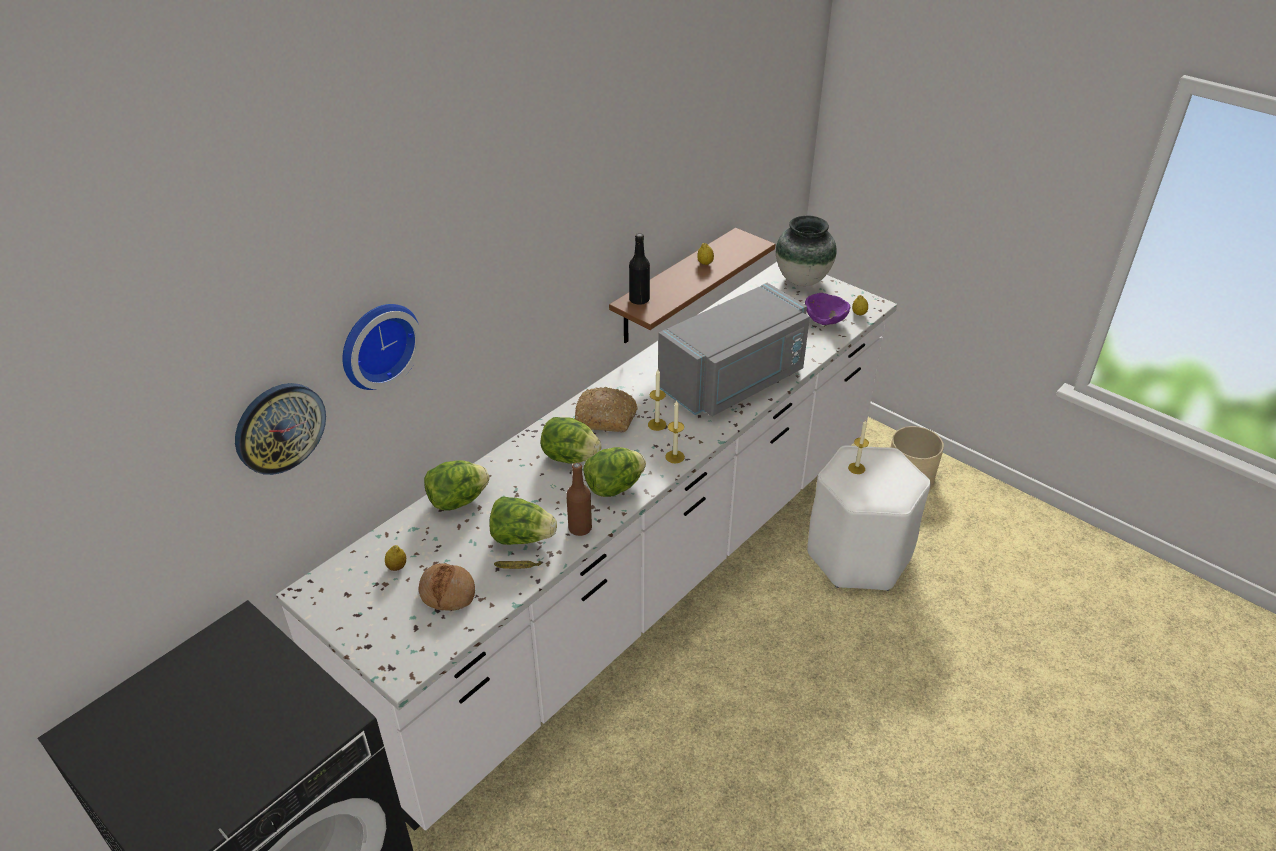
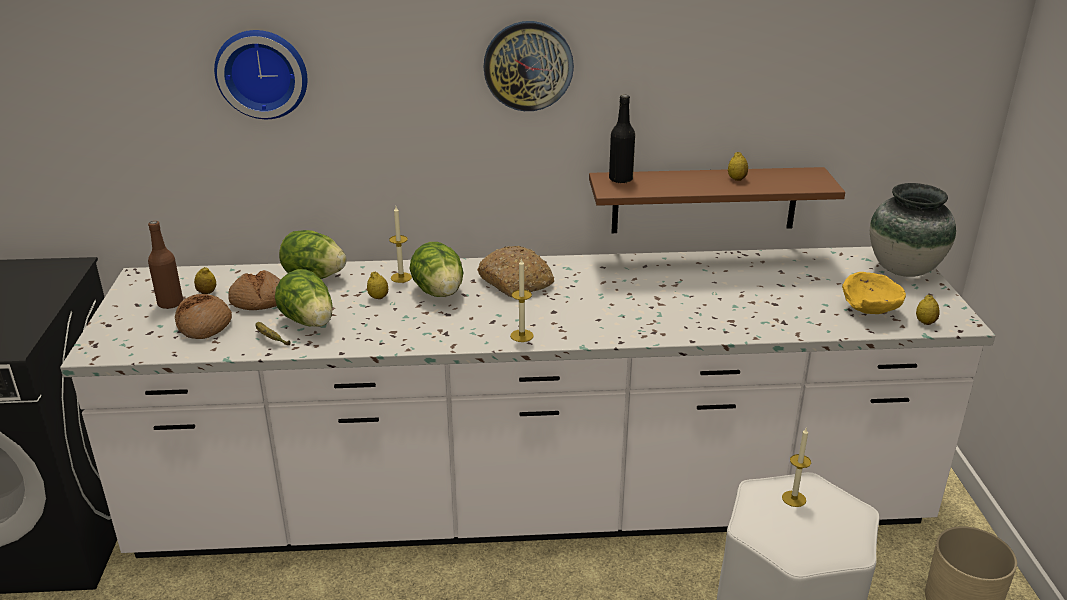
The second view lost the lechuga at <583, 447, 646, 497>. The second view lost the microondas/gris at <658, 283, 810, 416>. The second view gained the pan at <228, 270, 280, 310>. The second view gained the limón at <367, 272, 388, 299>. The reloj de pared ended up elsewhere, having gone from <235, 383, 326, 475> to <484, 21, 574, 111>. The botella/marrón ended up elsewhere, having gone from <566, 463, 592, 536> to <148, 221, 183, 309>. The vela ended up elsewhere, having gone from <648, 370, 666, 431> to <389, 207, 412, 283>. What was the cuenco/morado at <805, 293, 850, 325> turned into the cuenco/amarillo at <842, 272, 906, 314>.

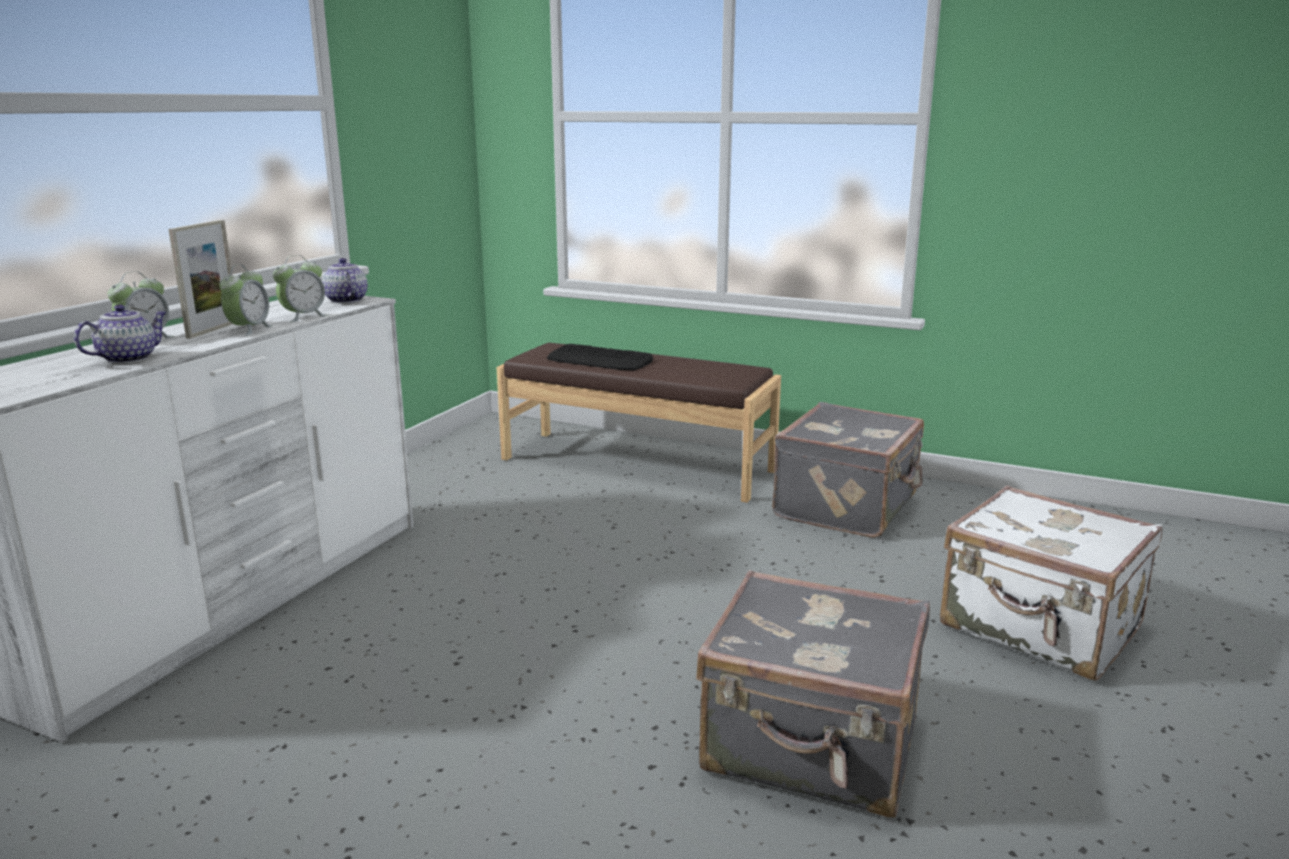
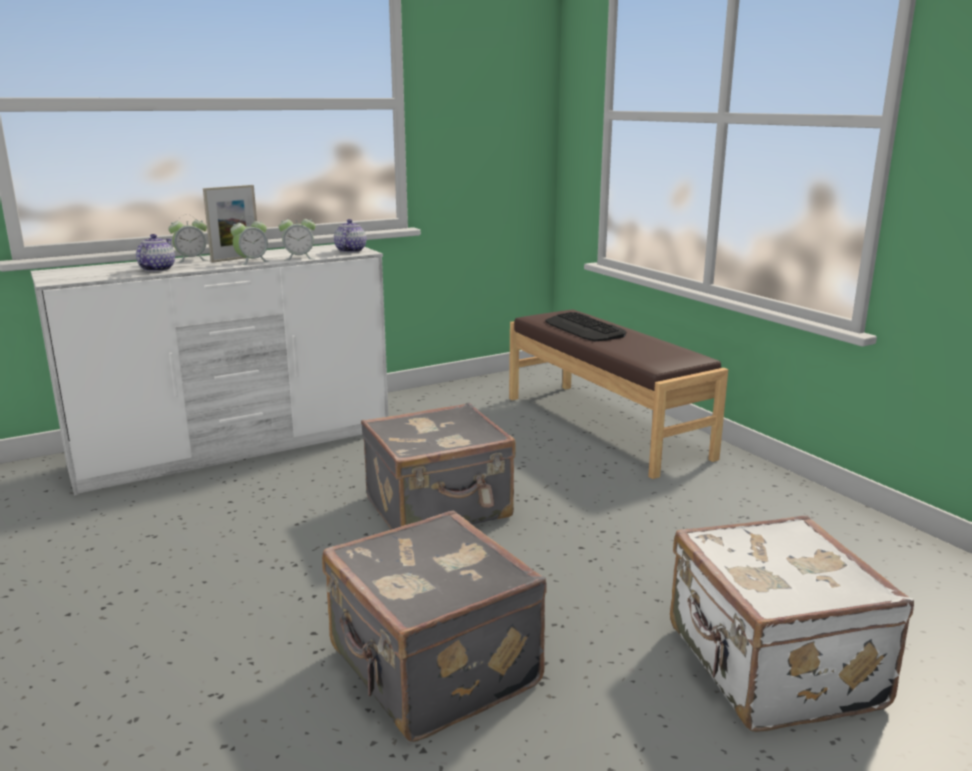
The maleta/gris ended up elsewhere, having gone from <772, 402, 924, 538> to <361, 402, 516, 530>. The tetera at <74, 305, 167, 363> ended up facing another way, 60 degrees counterclockwise from before.

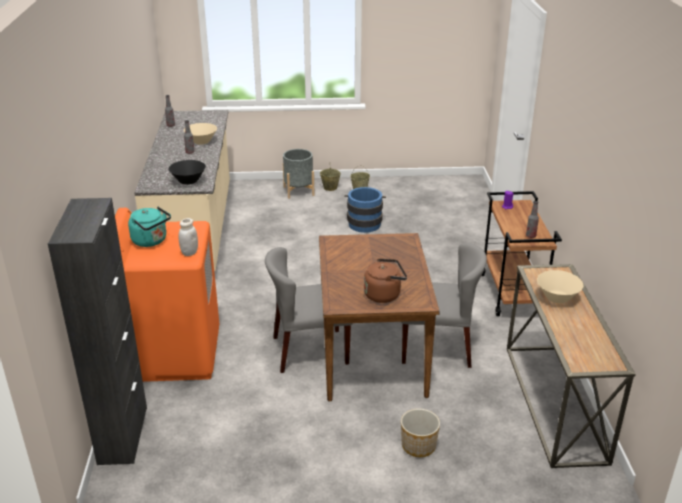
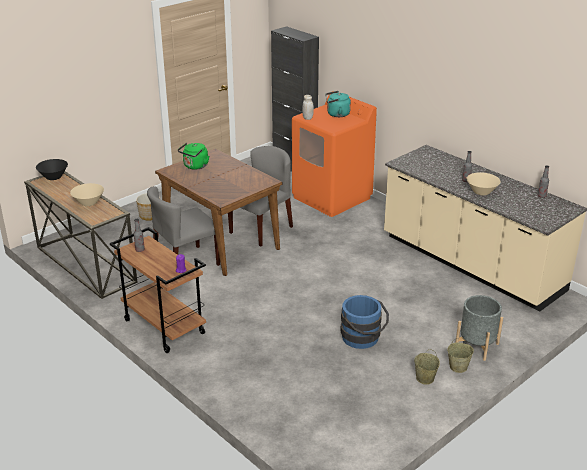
The cuenco/negro ended up elsewhere, having gone from <169, 160, 206, 185> to <36, 159, 68, 180>. What was the hervidor/marrón at <364, 259, 407, 303> turned into the hervidor/verde at <178, 143, 209, 170>.

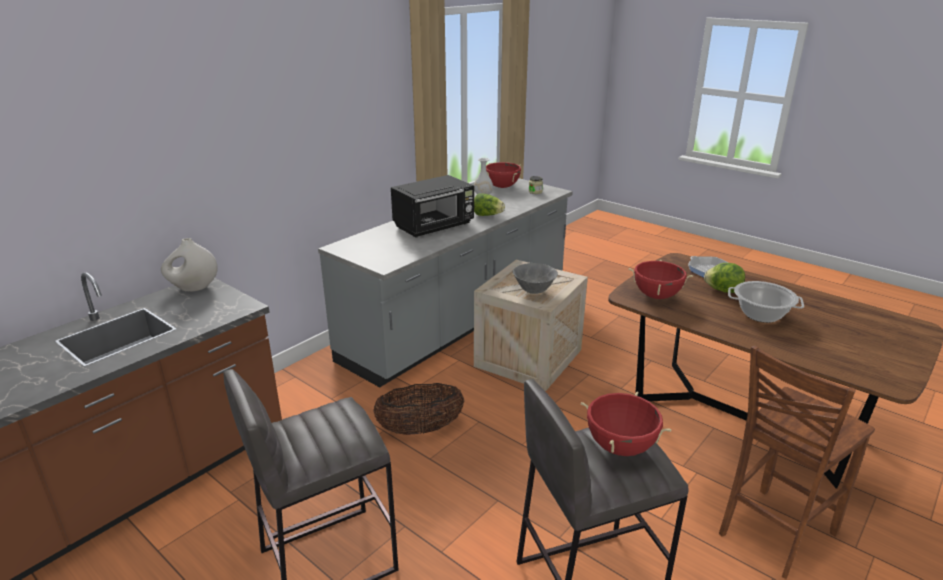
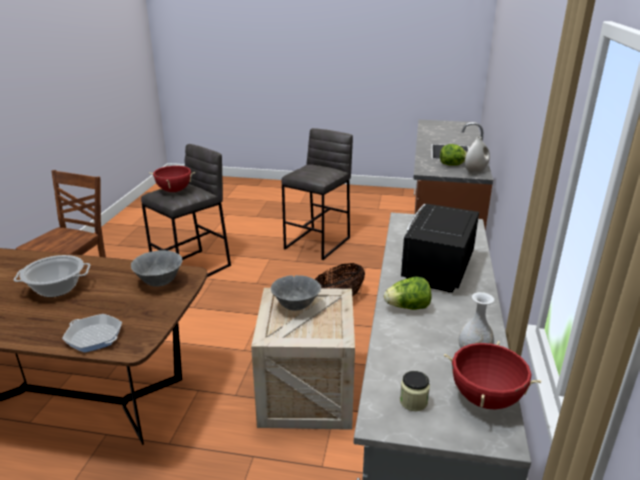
The lechuga ended up elsewhere, having gone from <704, 263, 745, 293> to <440, 144, 467, 166>. Where the olla/rojo stood at <628, 260, 693, 299>, the cuenco/gris came to stand at <131, 250, 183, 287>.

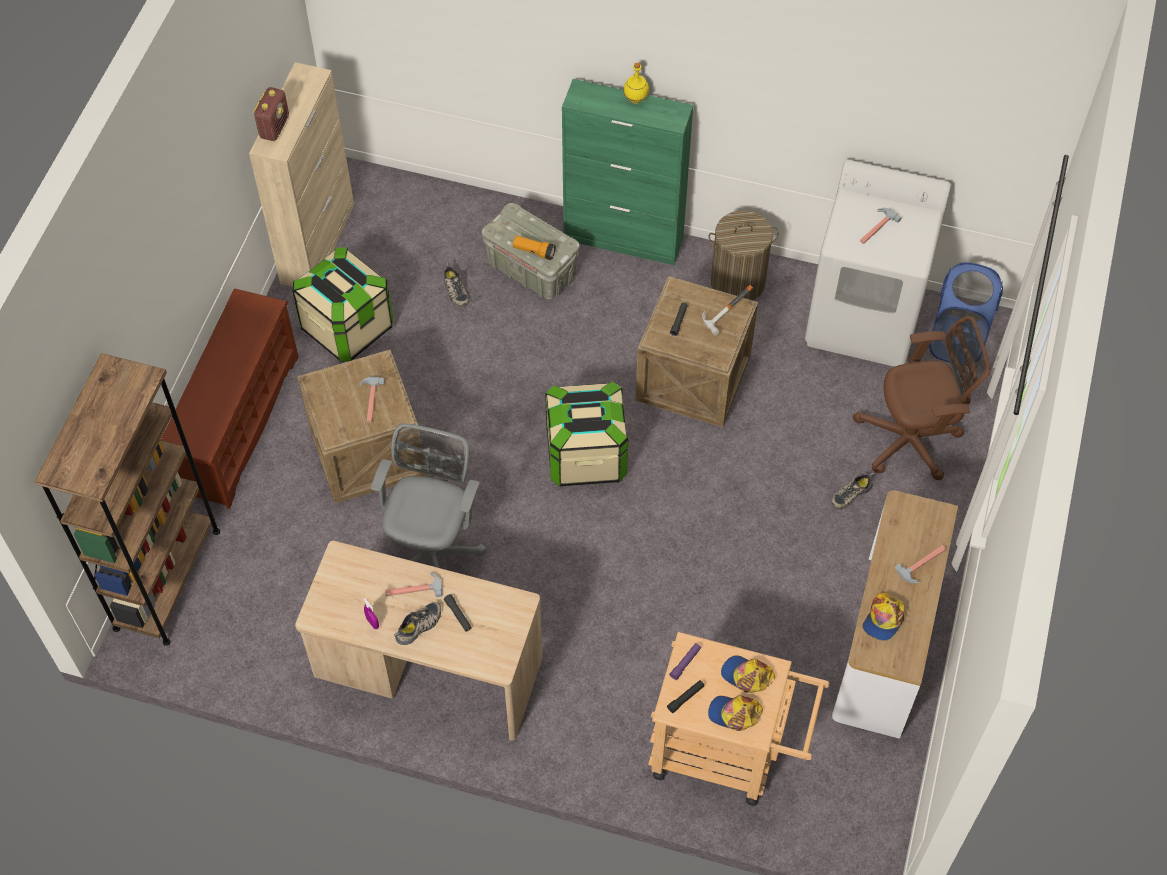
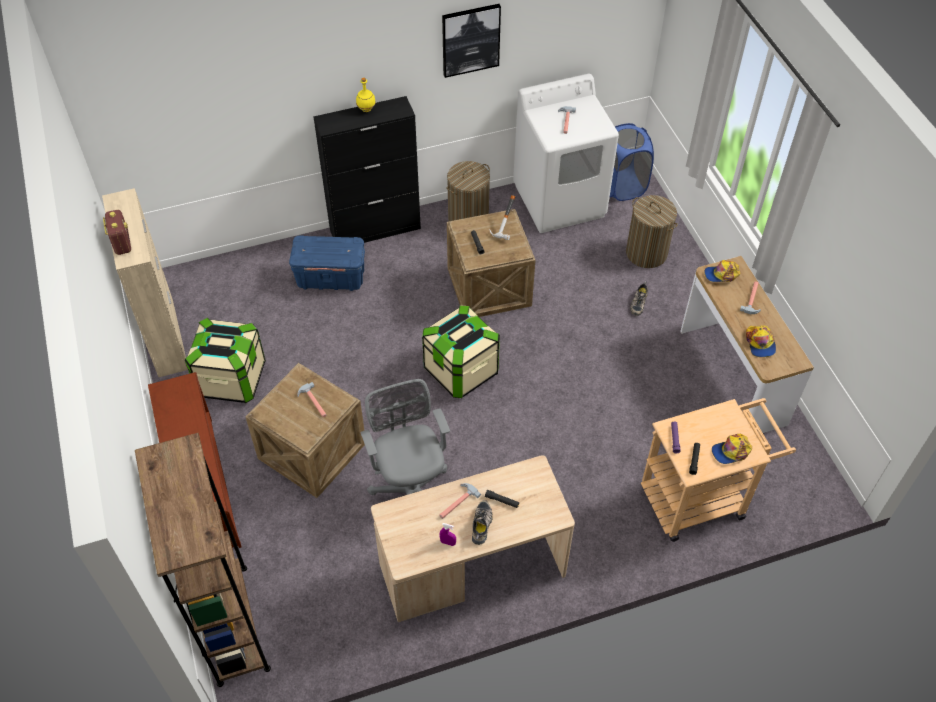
The second view lost the zapato at <443, 262, 469, 307>. The second view lost the linterna at <513, 235, 556, 260>. The second view gained the cuadro at <442, 4, 501, 78>. The gorra ended up elsewhere, having gone from <721, 655, 775, 693> to <704, 260, 740, 282>. Where the silla de oficina/marrón stood at <853, 316, 990, 480>, the cesto de la ropa came to stand at <626, 195, 678, 268>. What was the caja de almacenaje/gris at <482, 203, 580, 300> turned into the caja de almacenaje/azul at <289, 235, 365, 291>. What was the armario/verde at <562, 79, 693, 265> turned into the armario/negro at <313, 96, 421, 243>.

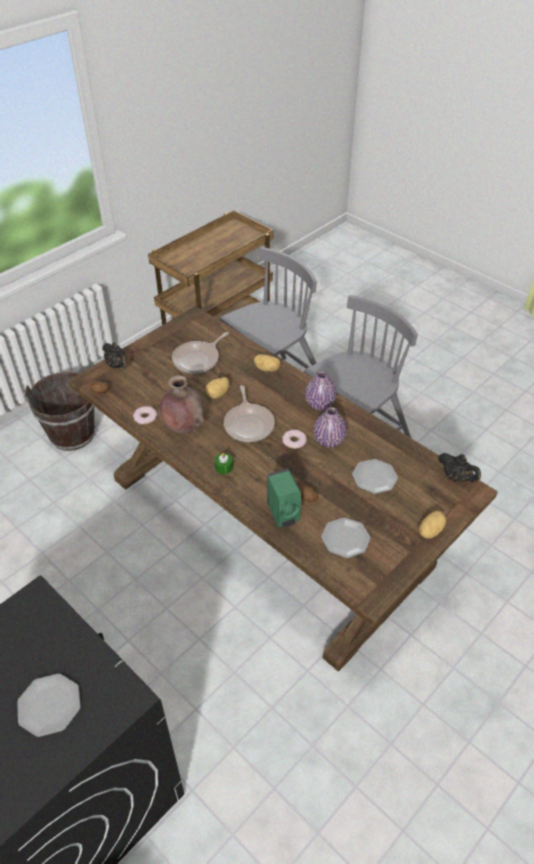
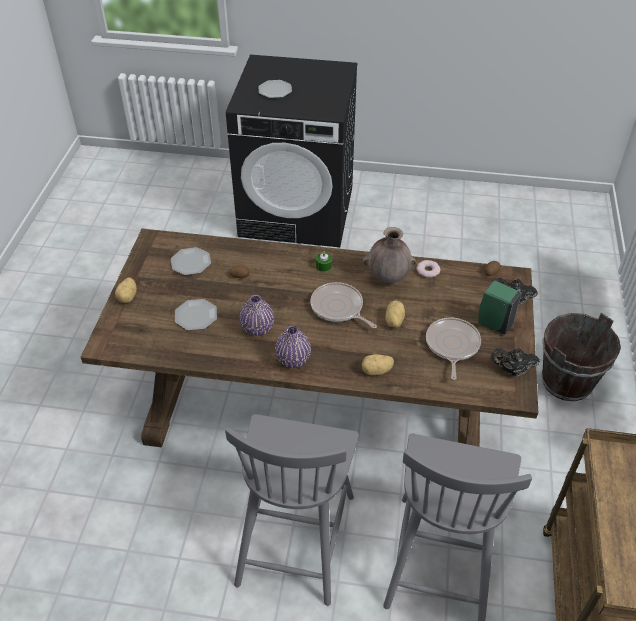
The second view lost the rosquilla at <282, 429, 307, 449>. The dispensador de jabón/verde ended up elsewhere, having gone from <267, 469, 301, 528> to <478, 280, 521, 335>. The tetera/negro ended up elsewhere, having gone from <438, 453, 481, 482> to <491, 348, 540, 376>.

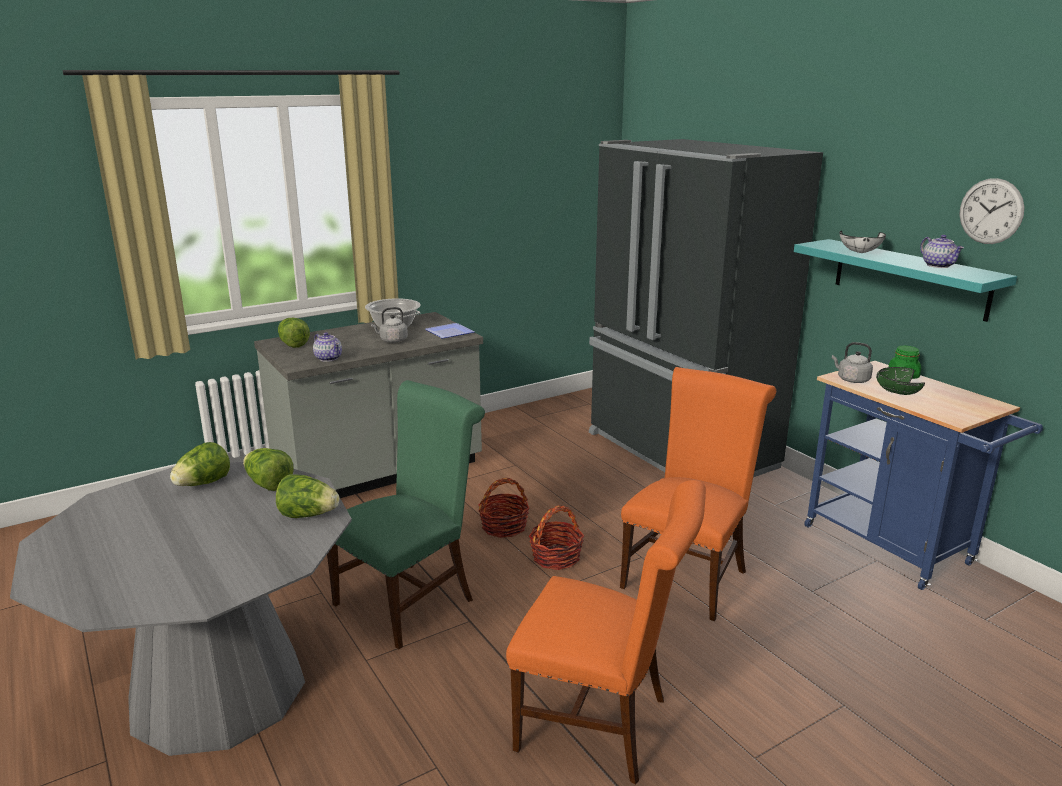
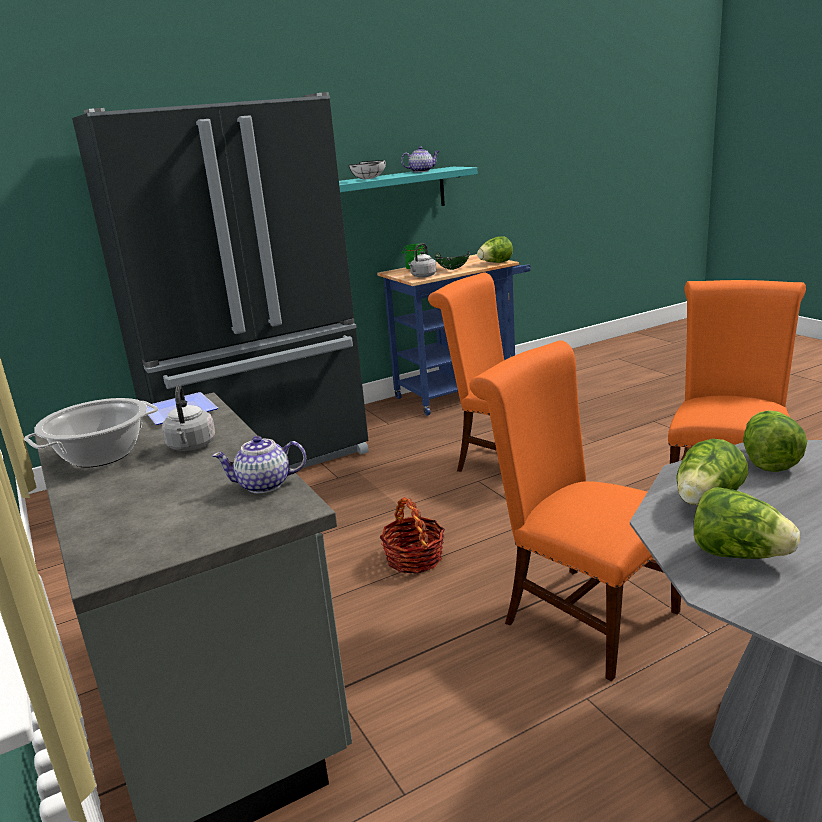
The second view lost the cesta at <529, 505, 585, 570>. The second view lost the reloj de pared at <959, 178, 1025, 244>. The lechuga ended up elsewhere, having gone from <278, 318, 310, 348> to <477, 236, 513, 263>. What was the silla/verde at <327, 380, 485, 649> turned into the silla/naranja at <469, 340, 681, 681>. The tetera at <313, 332, 342, 362> ended up facing another way, 150 degrees counterclockwise from before.

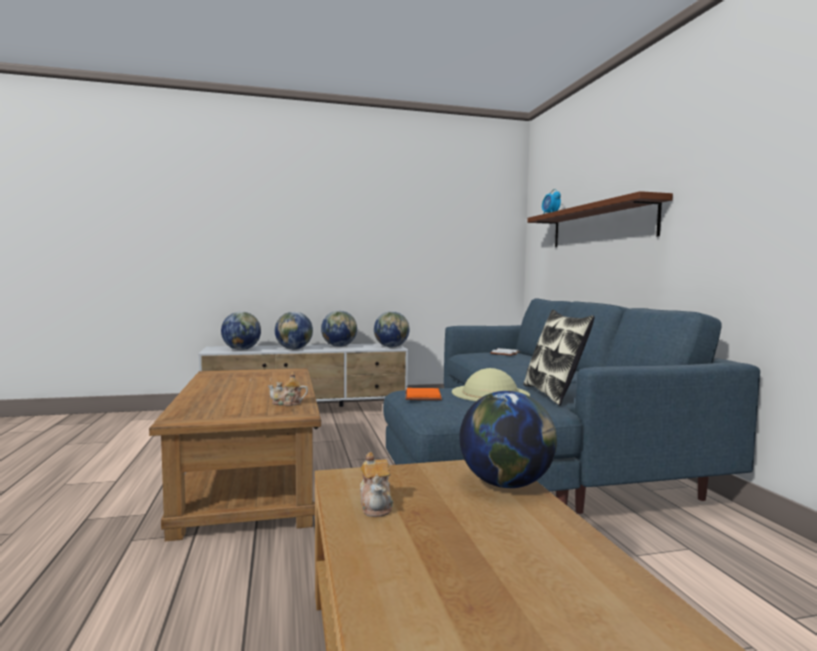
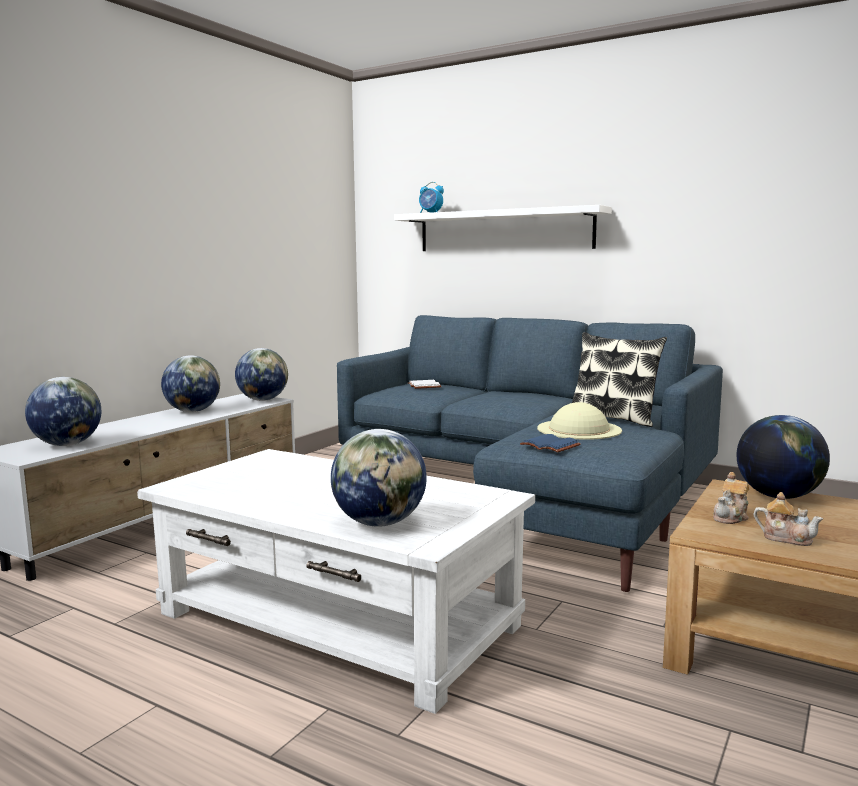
The tetera ended up elsewhere, having gone from <267, 372, 308, 406> to <713, 472, 749, 524>. The globo terráqueo ended up elsewhere, having gone from <275, 312, 313, 349> to <331, 429, 427, 527>. What was the mesa de centro/marrón at <149, 368, 321, 542> turned into the mesa de centro/blanco at <137, 449, 535, 714>. What was the libro/naranja at <405, 388, 442, 400> turned into the libro/azul at <520, 434, 581, 452>. What was the estante/marrón at <527, 191, 673, 247> turned into the estante/blanco at <394, 205, 612, 251>.

